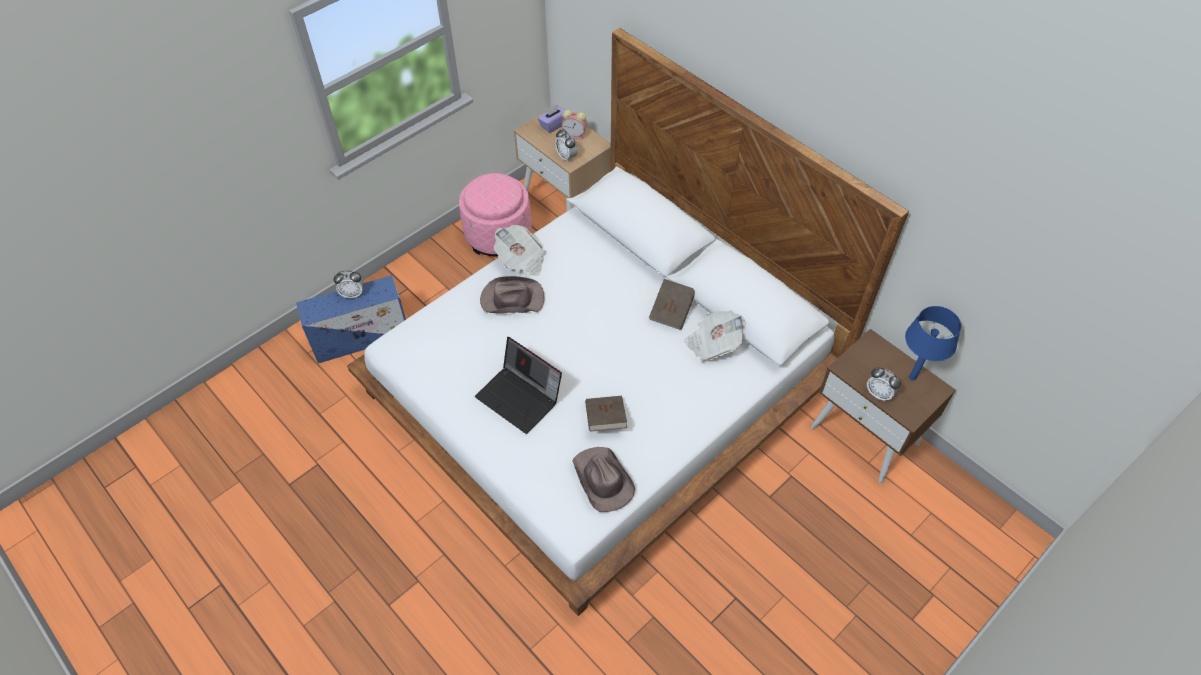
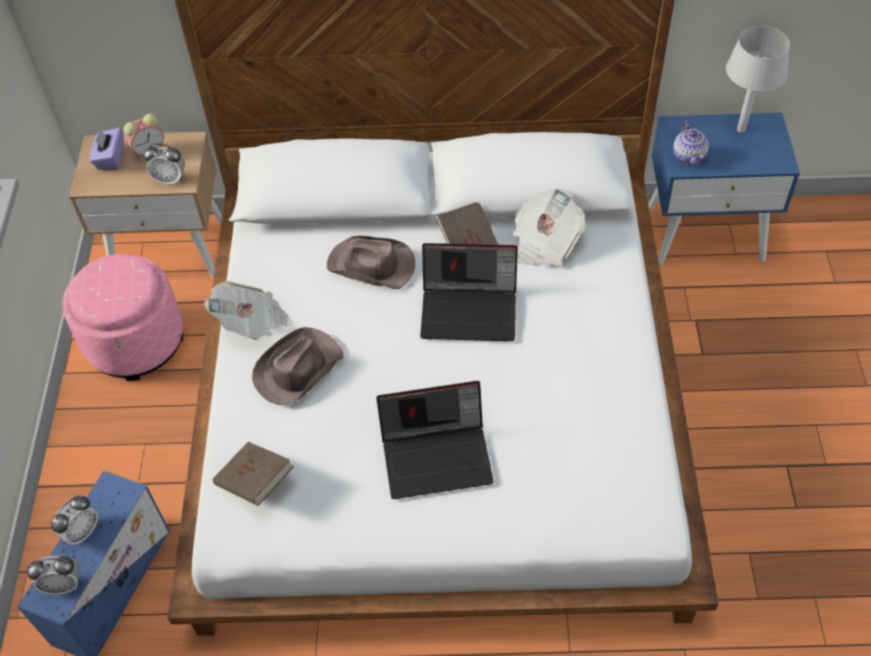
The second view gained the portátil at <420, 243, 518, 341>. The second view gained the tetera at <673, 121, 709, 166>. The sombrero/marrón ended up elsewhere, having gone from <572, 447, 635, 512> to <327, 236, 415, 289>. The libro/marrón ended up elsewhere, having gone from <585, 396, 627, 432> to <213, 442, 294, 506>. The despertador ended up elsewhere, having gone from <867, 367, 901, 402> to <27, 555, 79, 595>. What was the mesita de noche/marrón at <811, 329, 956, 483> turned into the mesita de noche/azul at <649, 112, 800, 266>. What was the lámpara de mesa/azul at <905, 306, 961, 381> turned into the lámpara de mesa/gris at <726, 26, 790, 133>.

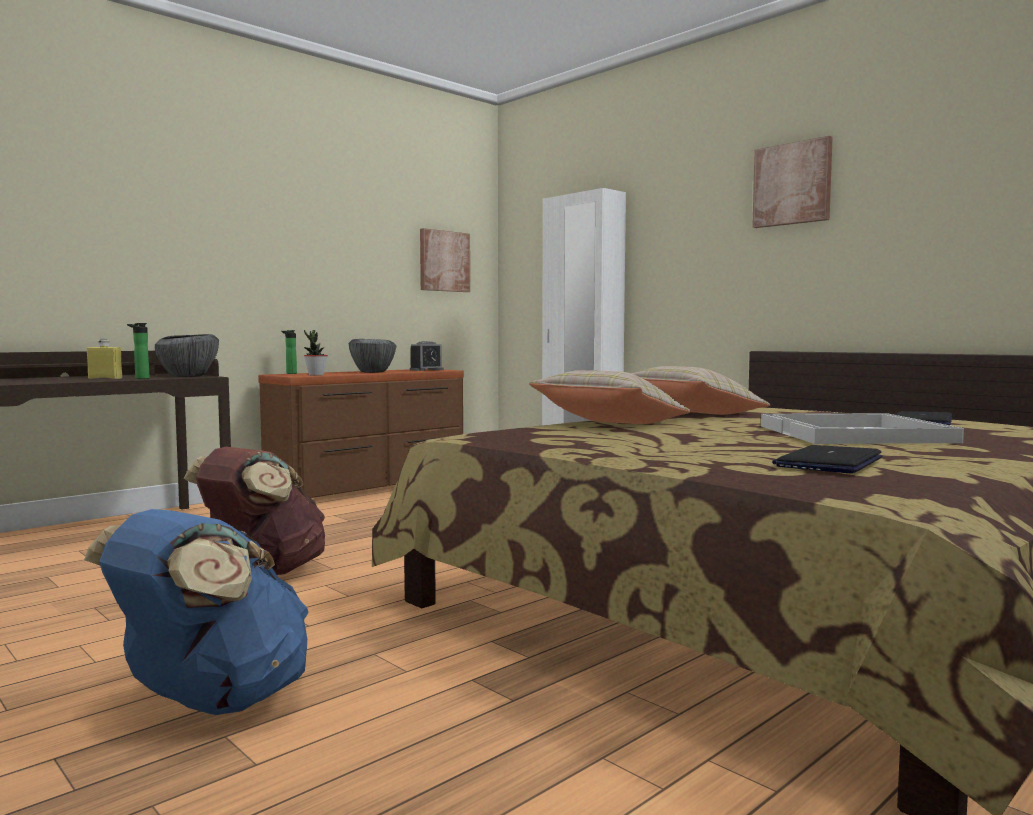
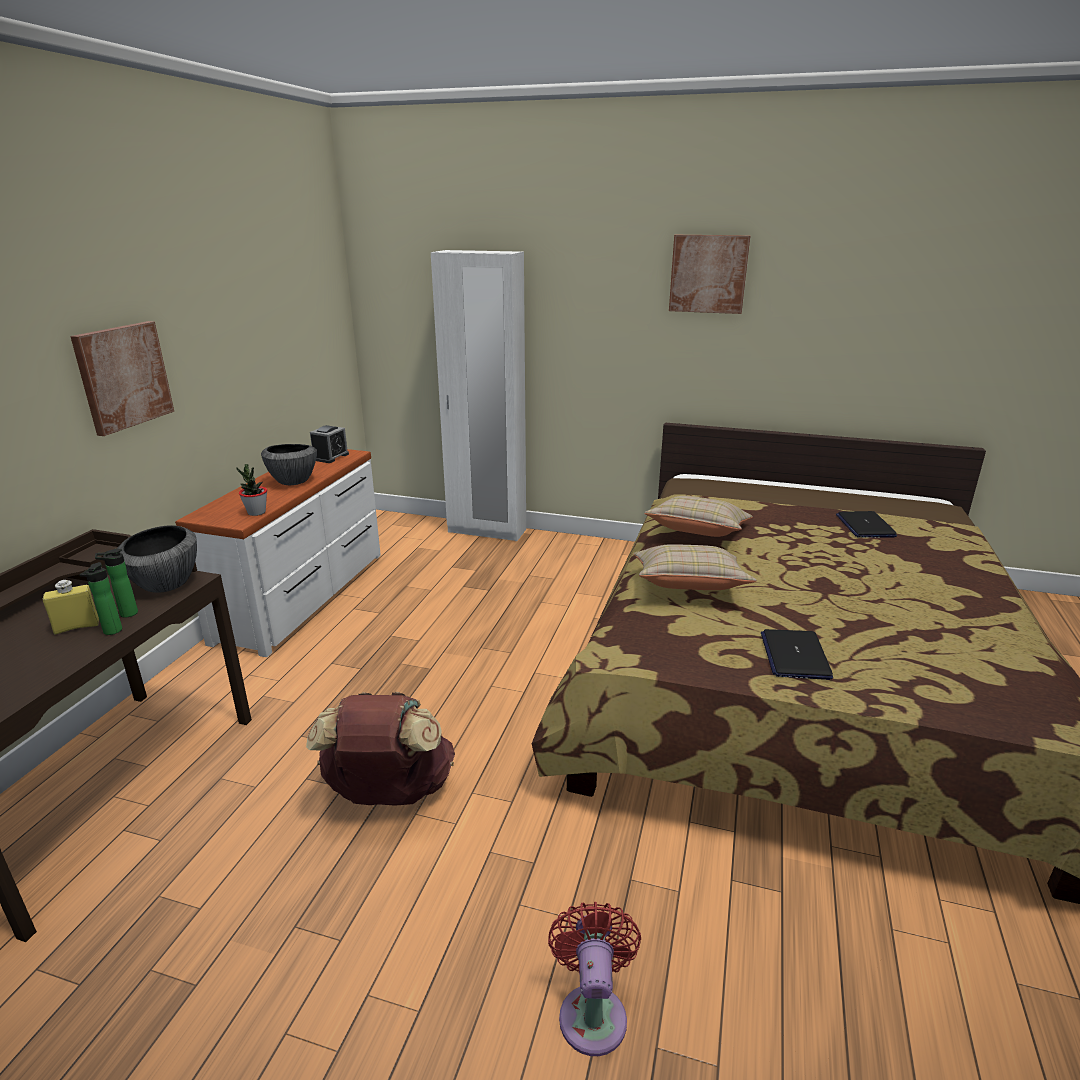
The second view lost the bandeja/blanco at <761, 413, 964, 444>. The botella ended up elsewhere, having gone from <281, 330, 297, 374> to <80, 562, 122, 635>. The cuadro ended up elsewhere, having gone from <420, 228, 470, 292> to <70, 321, 174, 436>. The portátil ended up elsewhere, having gone from <772, 445, 883, 473> to <761, 629, 833, 680>. Where the mochila/azul stood at <84, 509, 309, 715>, the ventilador/rojo came to stand at <548, 902, 641, 1056>. What was the cómoda/marrón at <258, 369, 464, 498> turned into the cómoda/blanco at <175, 449, 381, 657>.

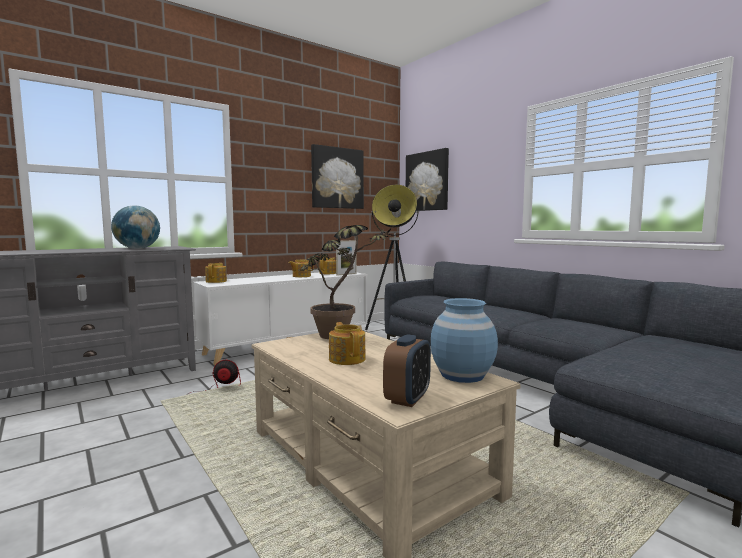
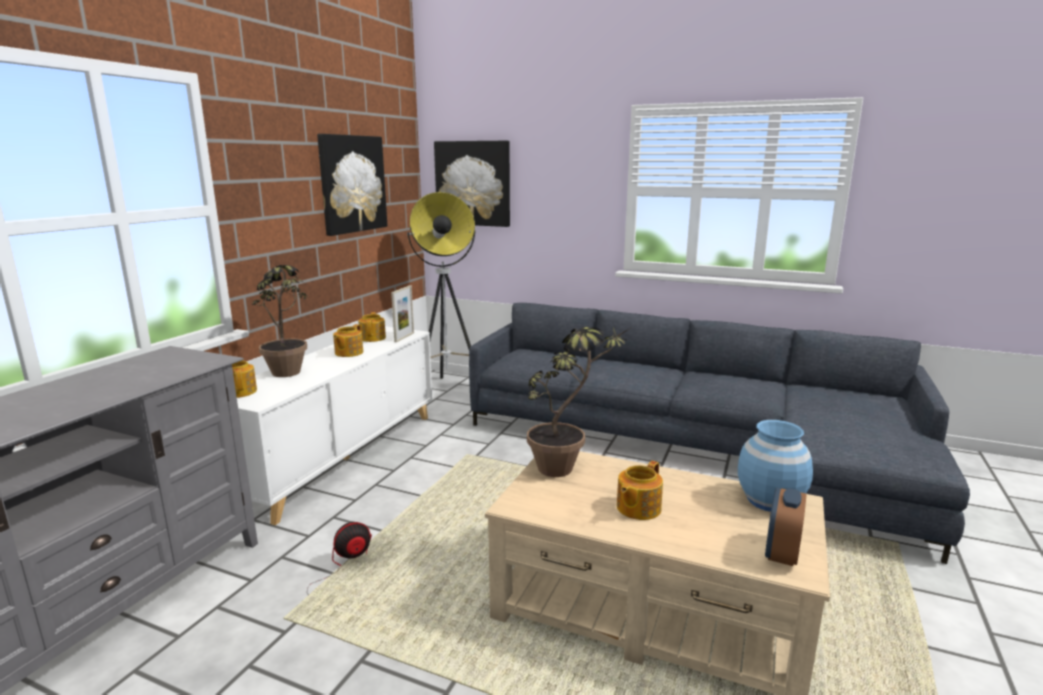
The second view lost the globo terráqueo at <111, 205, 160, 249>. The second view gained the planta en maceta at <252, 265, 308, 377>. The tetera at <329, 322, 365, 365> ended up facing another way, 90 degrees counterclockwise from before. The despertador at <383, 334, 431, 407> ended up facing another way, 150 degrees counterclockwise from before.

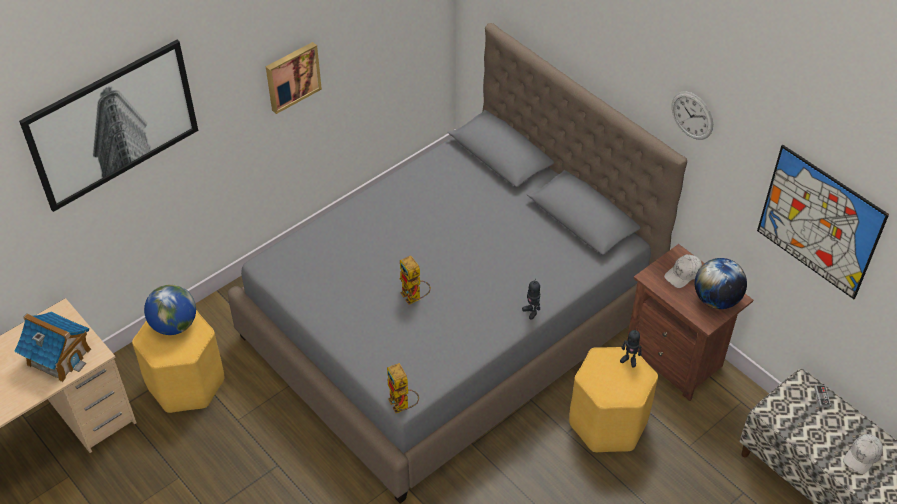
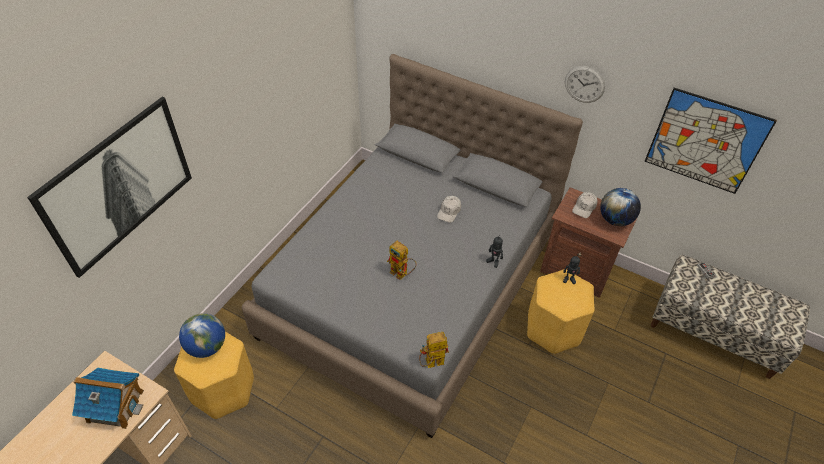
The second view lost the cuadro at <266, 42, 322, 114>. The gorra/blanco ended up elsewhere, having gone from <843, 434, 883, 474> to <437, 196, 461, 223>. The robot de juguete at <387, 363, 419, 413> ended up facing another way, 120 degrees clockwise from before.

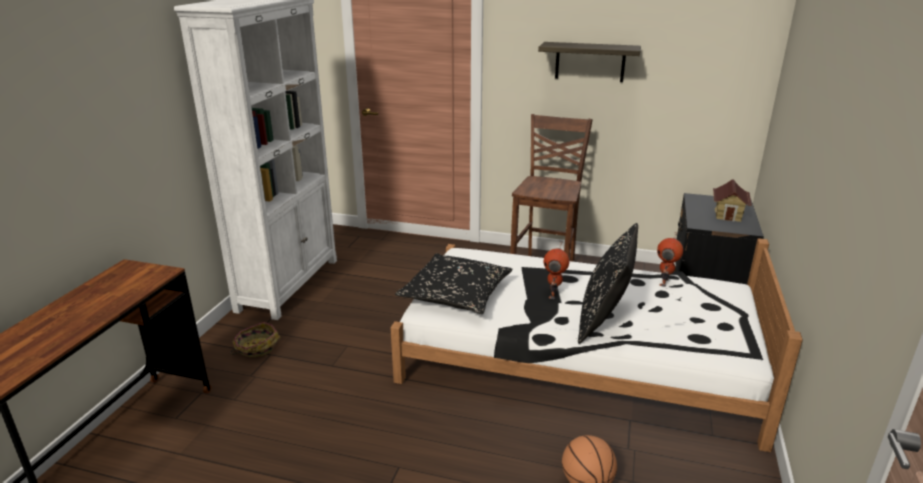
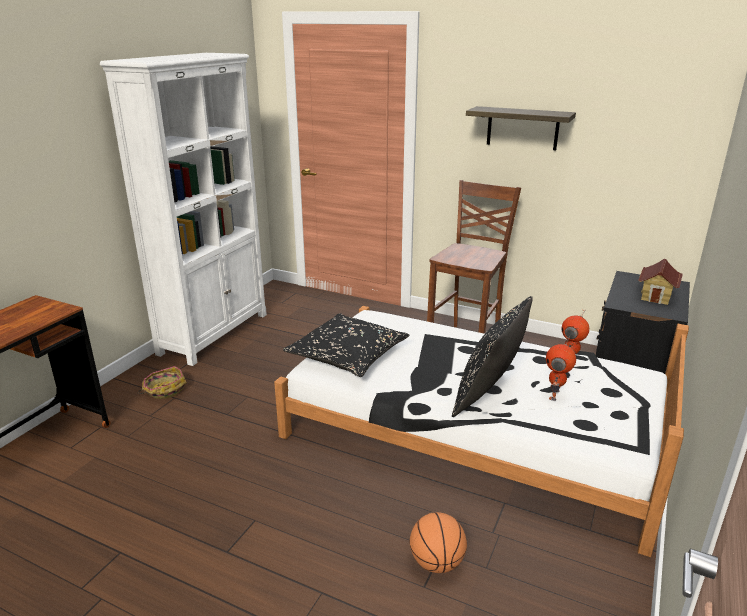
The robot de juguete ended up elsewhere, having gone from <544, 241, 569, 299> to <546, 336, 576, 401>.

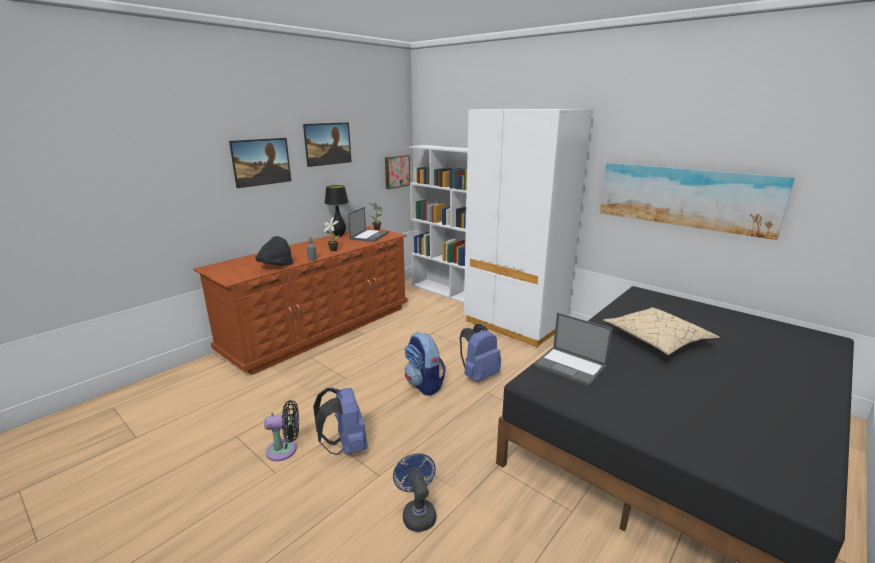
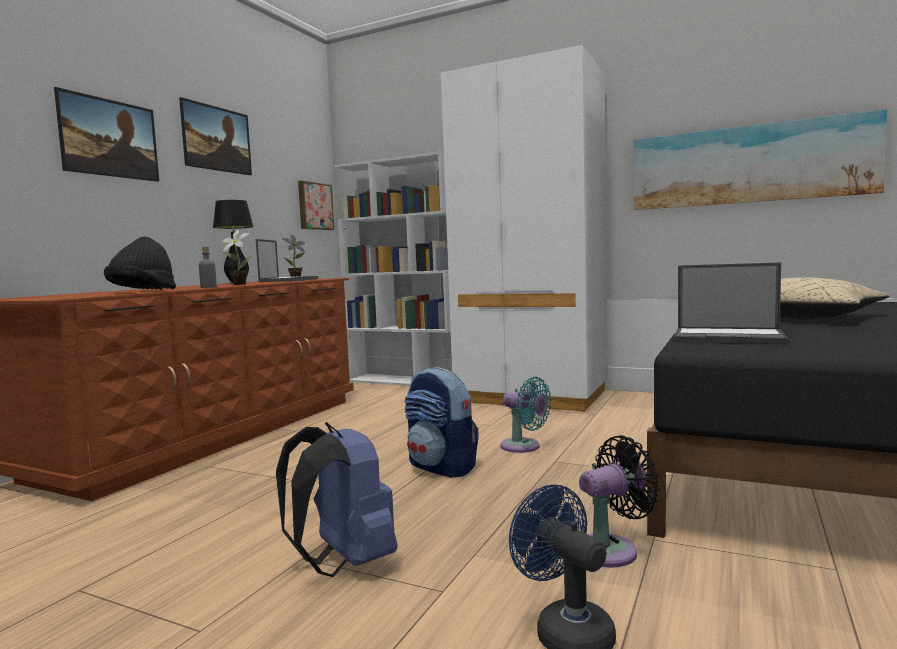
The ventilador/negro ended up elsewhere, having gone from <264, 400, 299, 461> to <579, 435, 660, 568>. Where the mochila/azul stood at <460, 324, 501, 382>, the ventilador/turquesa came to stand at <500, 376, 551, 453>.

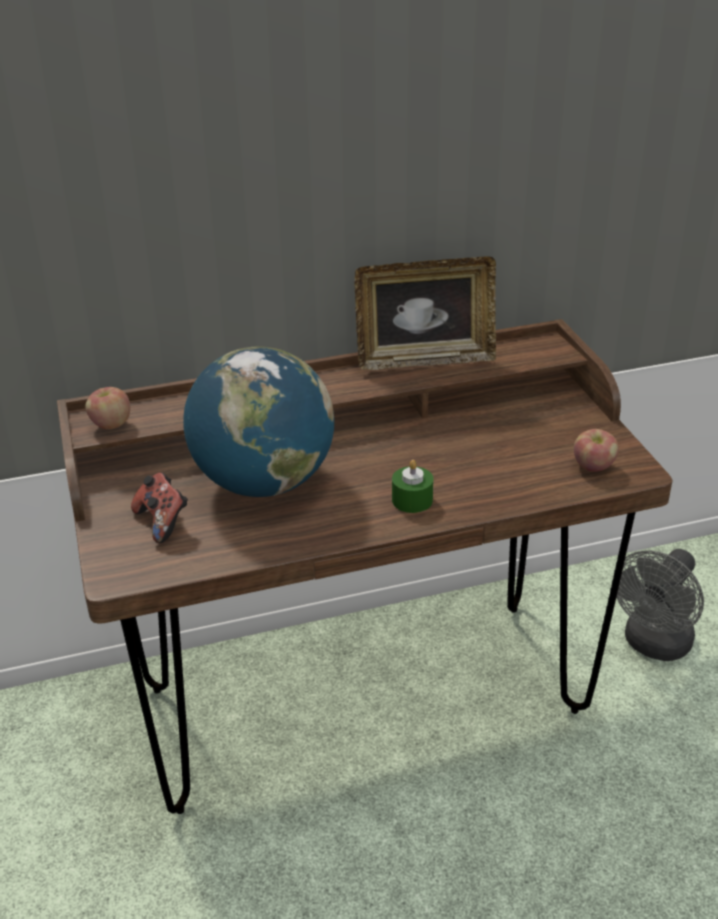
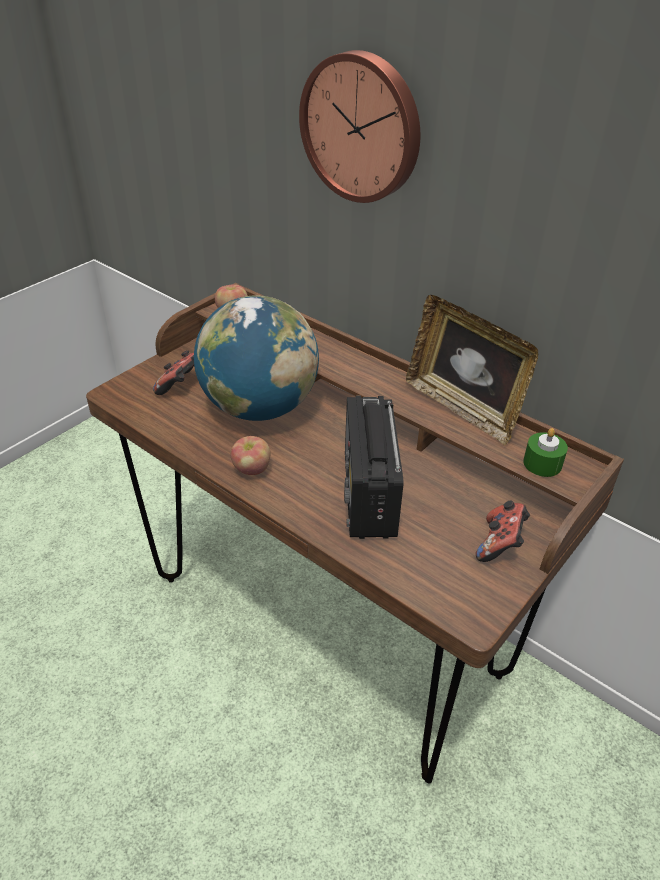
The second view lost the ventilador/gris at <613, 549, 704, 661>. The second view gained the reloj de pared at <299, 50, 420, 203>. The second view gained the radio at <344, 396, 403, 539>. The second view gained the mando de consola at <476, 501, 530, 562>. The vela/verde ended up elsewhere, having gone from <392, 460, 433, 513> to <523, 428, 568, 477>. The manzana ended up elsewhere, having gone from <574, 429, 619, 471> to <231, 436, 270, 475>.

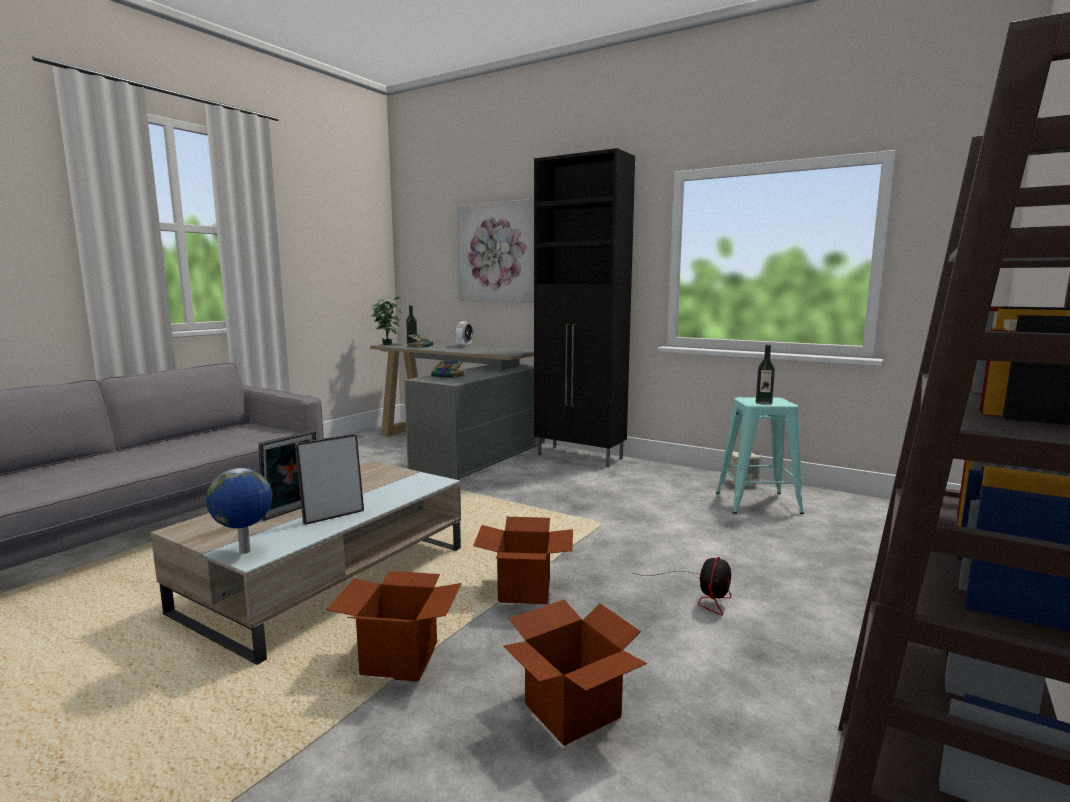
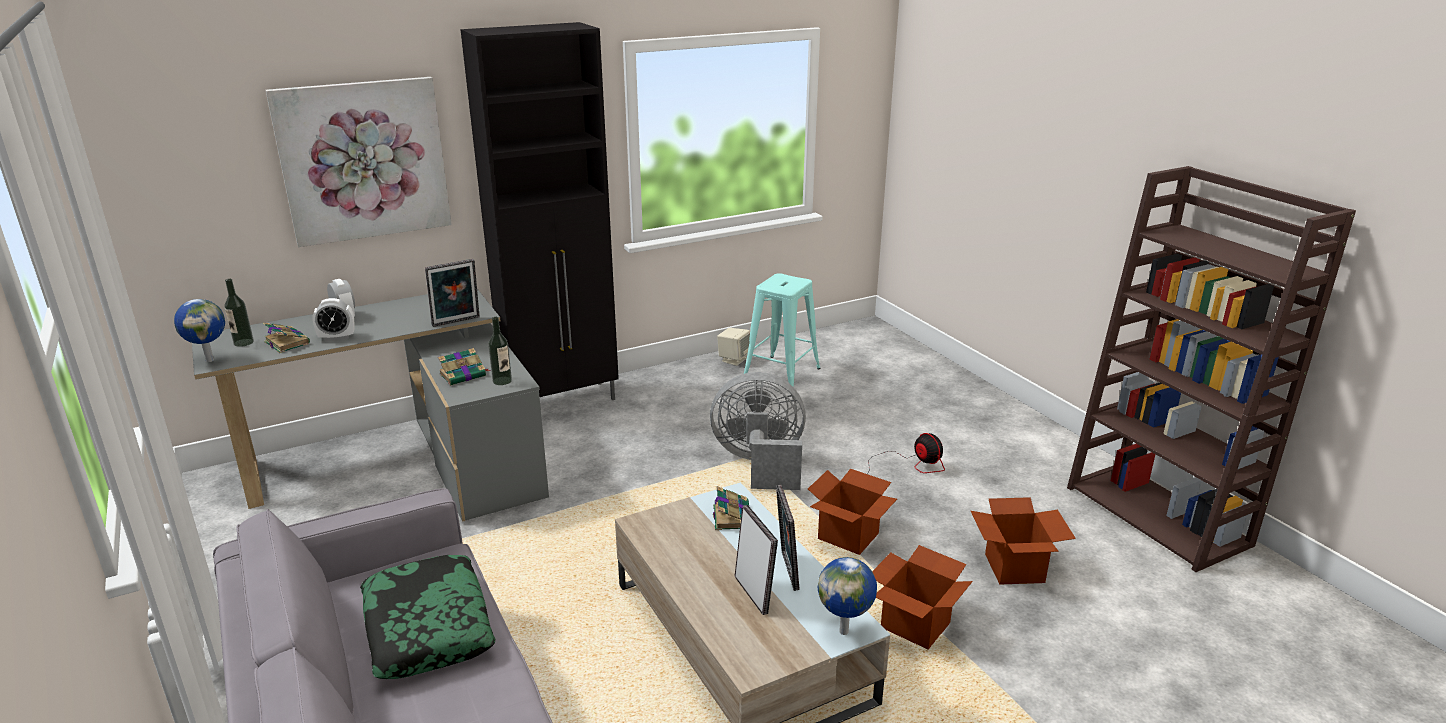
The second view gained the despertador at <312, 298, 355, 341>. The second view gained the cojín at <360, 555, 495, 679>. The second view gained the portarretratos at <425, 259, 480, 327>. The second view gained the ventilador/gris at <710, 372, 806, 490>. The second view gained the libro at <713, 486, 749, 530>. The botella ended up elsewhere, having gone from <756, 345, 775, 405> to <488, 317, 512, 385>. Where the planta en maceta stood at <370, 296, 402, 345>, the globo terráqueo came to stand at <174, 299, 225, 362>.

